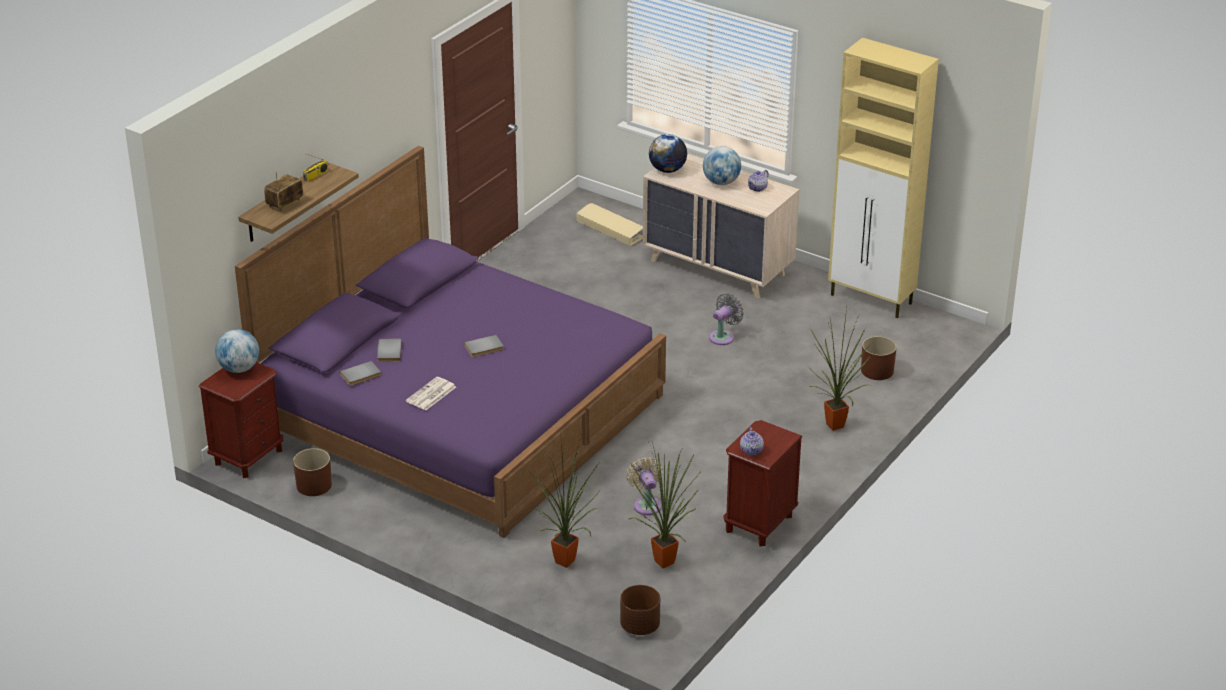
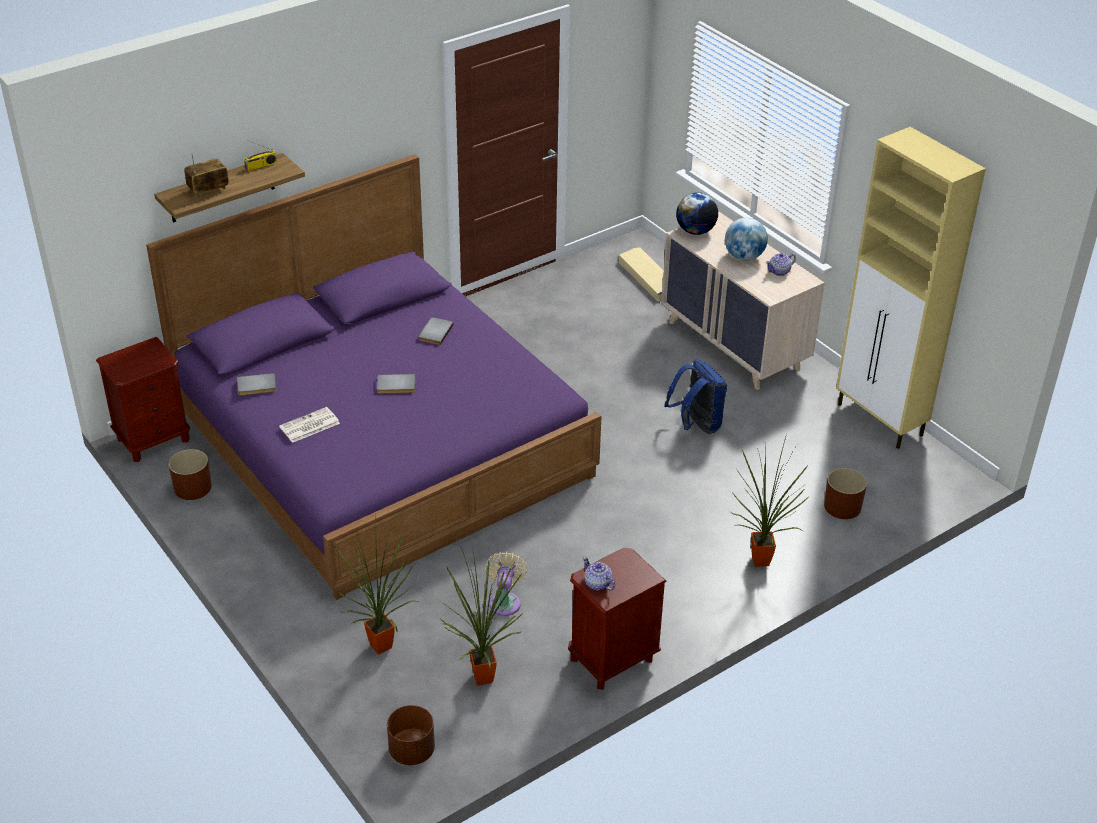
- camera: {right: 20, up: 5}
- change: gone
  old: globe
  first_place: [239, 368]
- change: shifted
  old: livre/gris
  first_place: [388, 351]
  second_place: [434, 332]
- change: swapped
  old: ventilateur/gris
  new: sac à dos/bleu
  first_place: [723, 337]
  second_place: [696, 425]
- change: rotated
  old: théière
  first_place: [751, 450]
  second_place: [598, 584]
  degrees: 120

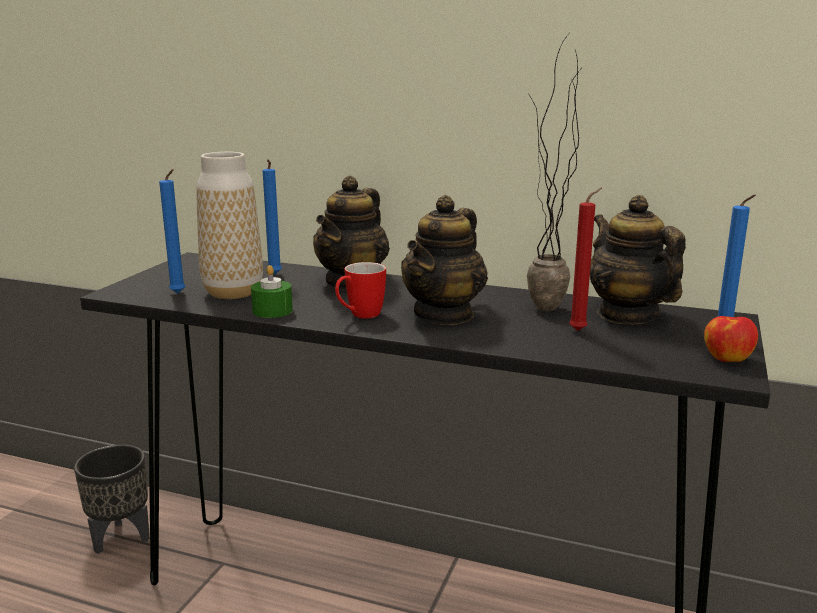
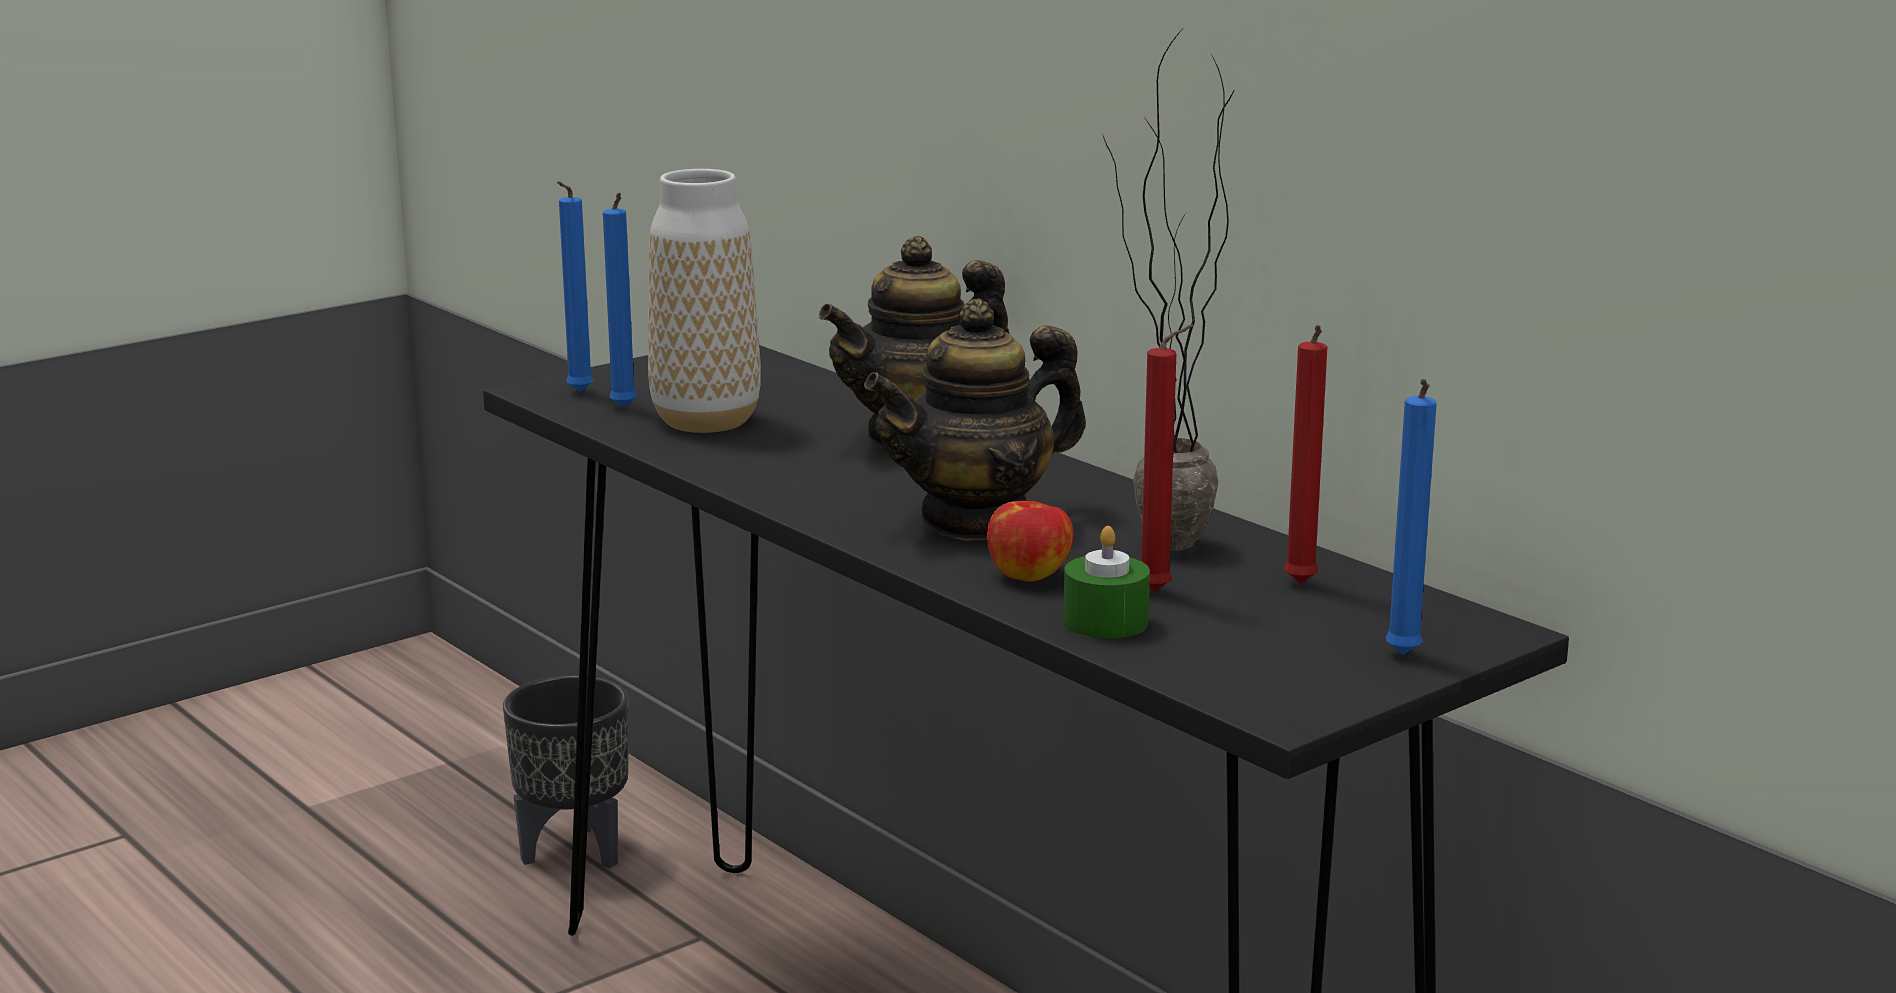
- camera: {right: 30, up: 0}
- change: gone
  old: mug
  first_place: [359, 316]
- change: shifted
  old: bougie/vert
  first_place: [272, 311]
  second_place: [1105, 621]
- change: shifted
  old: bougie/bleu
  first_place: [274, 275]
  second_place: [577, 393]
- change: shifted
  old: pomme
  first_place: [727, 358]
  second_place: [1029, 576]
- change: swapped
  old: théière
  new: bougie/rouge
  first_place: [627, 315]
  second_place: [1300, 585]

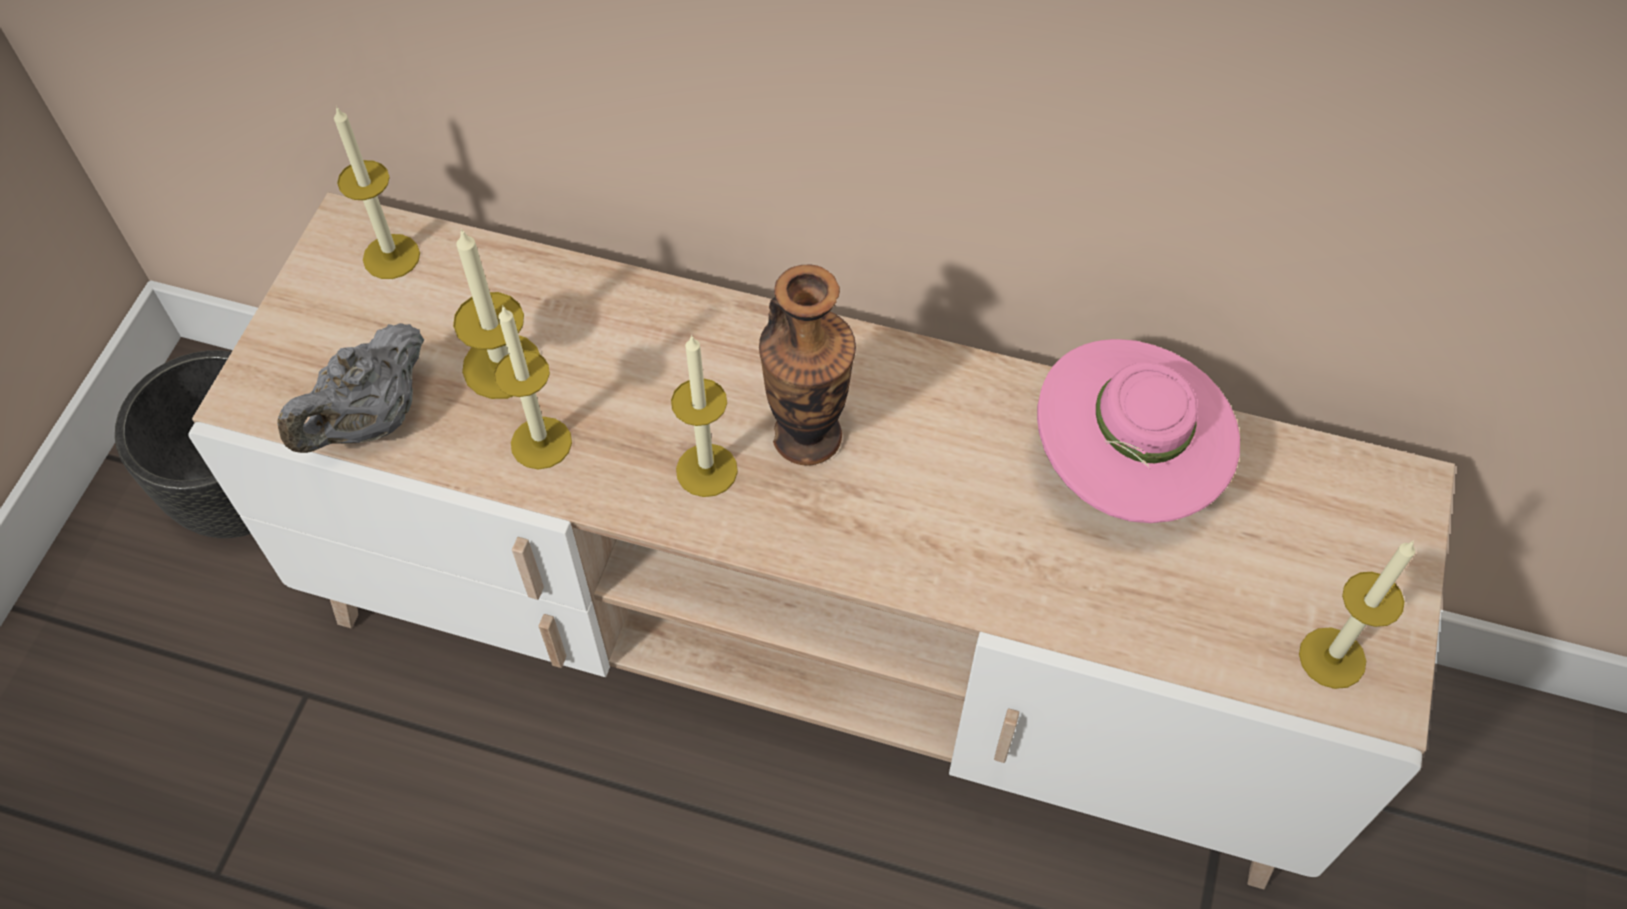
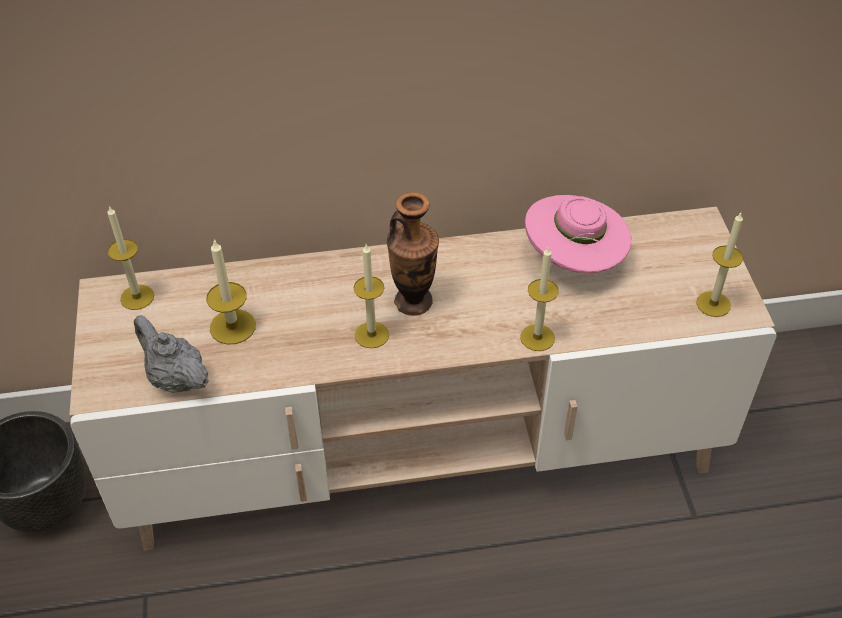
- camera: {right: -25, up: -10}
- change: shifted
  old: bougie
  first_place: [541, 443]
  second_place: [537, 337]
- change: rotated
  old: théière/gris
  first_place: [370, 421]
  second_place: [175, 378]
  degrees: 120

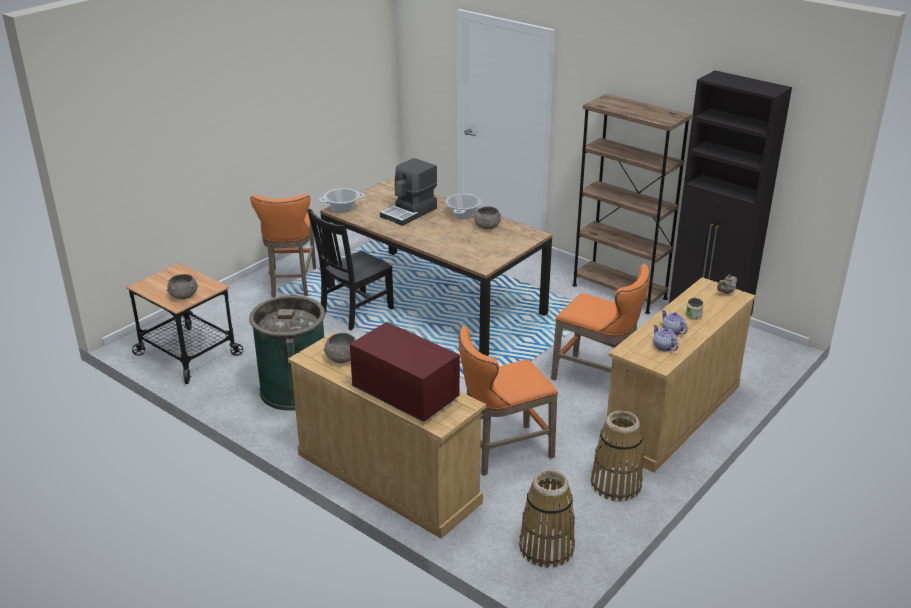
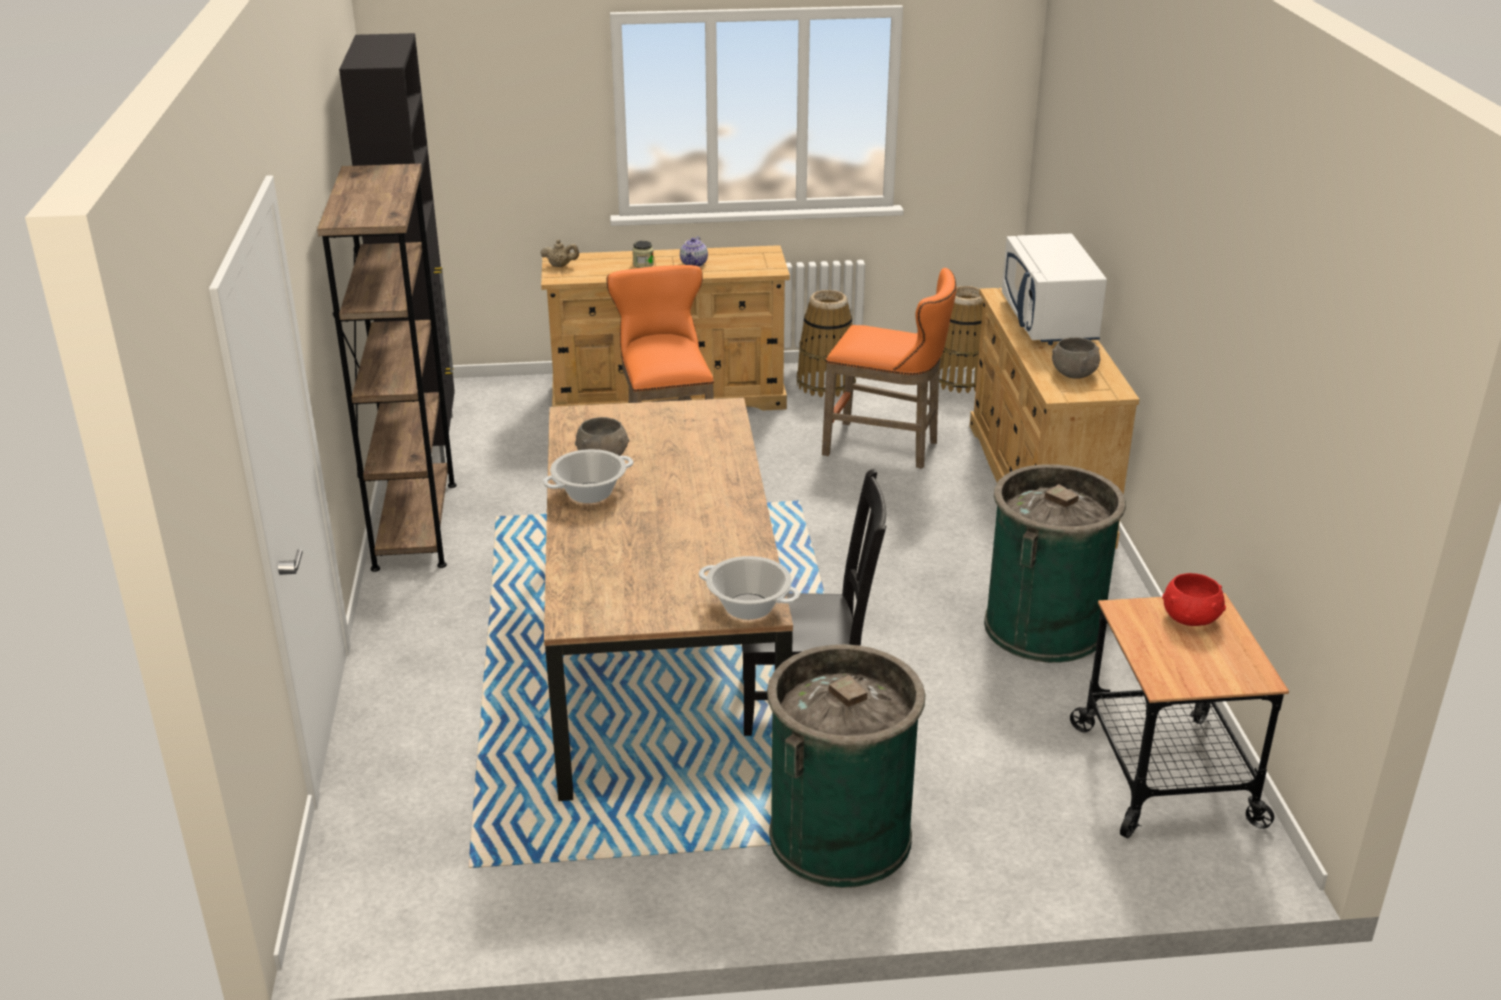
- camera: {right: -135, up: 0}
- change: gone
  old: machine à café
  first_place: [410, 212]
- change: gone
  old: théière
  first_place: [663, 347]
- change: swapped
  old: tabouret/orange
  new: poubelle/vert
  first_place: [291, 284]
  second_place: [840, 835]
- change: repainted
  old: bol/gris
  new: bol/rouge
  first_place: [183, 296]
  second_place: [1191, 618]
- change: repainted
  old: micro-ondes/rouge
  new: micro-ondes/blanc
  first_place: [404, 395]
  second_place: [1049, 321]

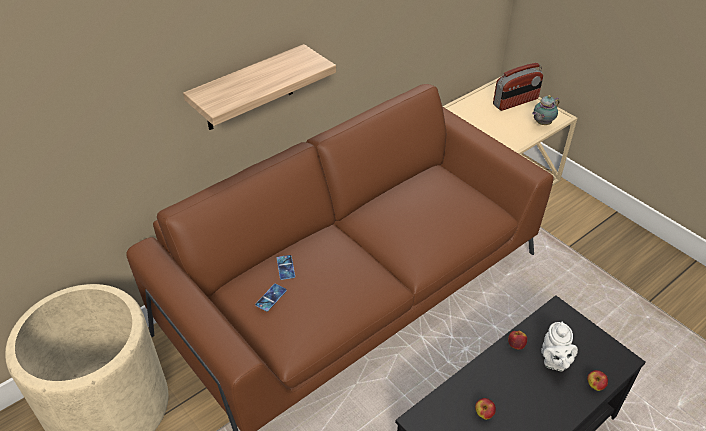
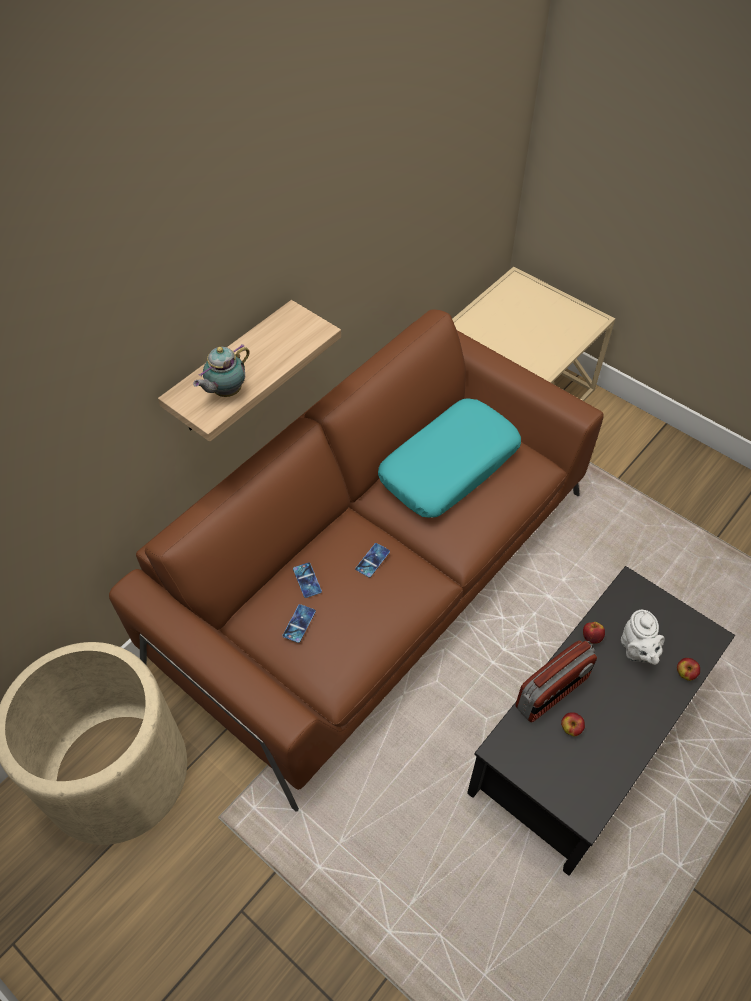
- camera: {right: -10, up: 10}
- change: new
  new: téléphone
  second_place: [372, 560]
- change: new
  new: coussin/turquoise
  second_place: [449, 466]
- change: shifted
  old: radio
  first_place: [515, 102]
  second_place: [552, 693]
- change: shifted
  old: théière
  first_place: [542, 123]
  second_place: [225, 392]

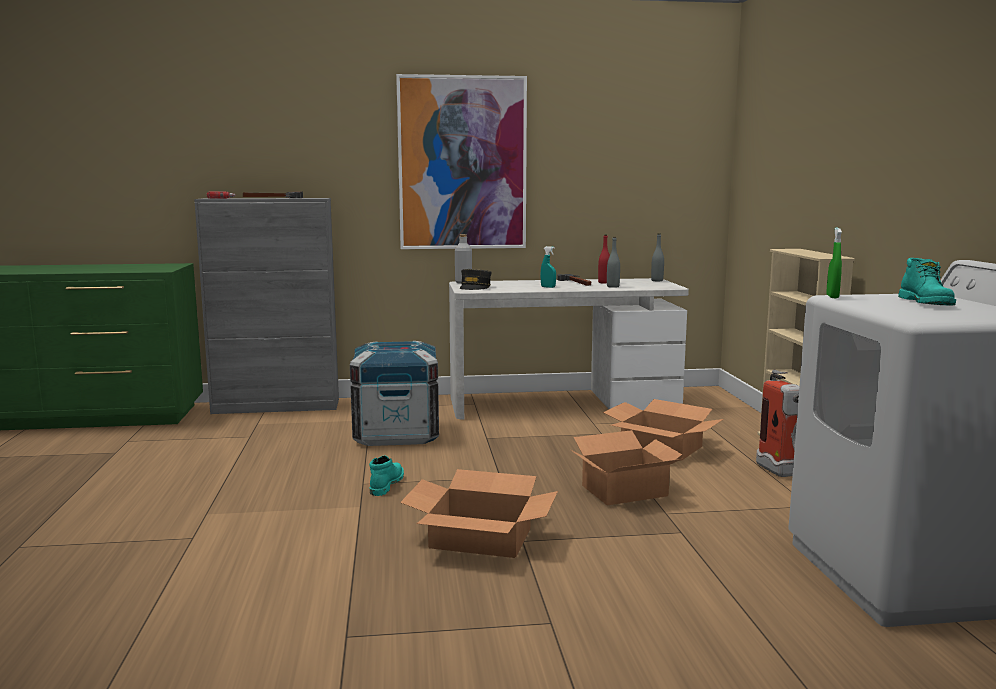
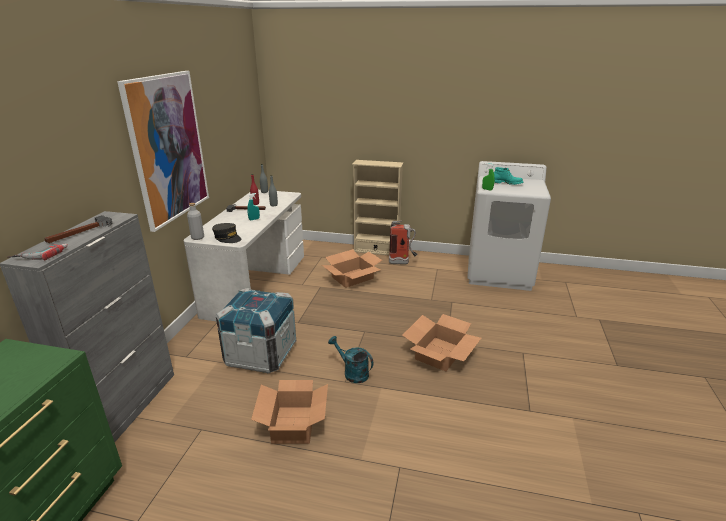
- camera: {right: -70, up: 15}
- change: shifted
  old: carton
  first_place: [625, 491]
  second_place: [294, 424]
- change: swapped
  old: botte/turquoise
  new: arrosoir/turquoise
  first_place: [385, 484]
  second_place: [352, 373]

